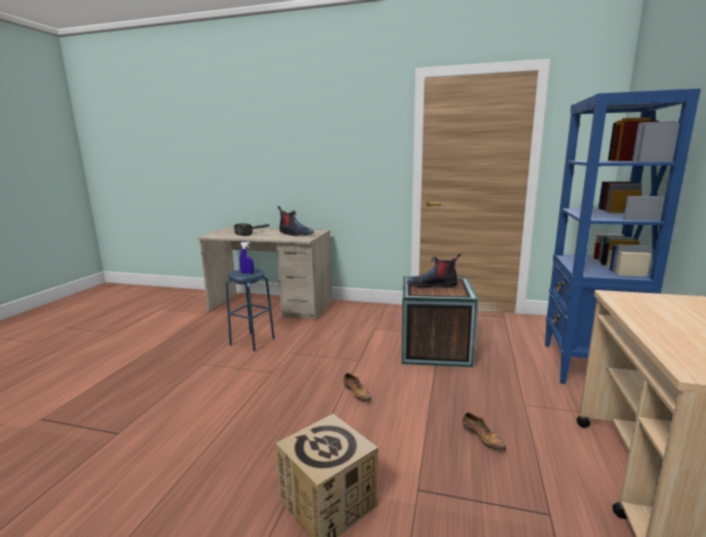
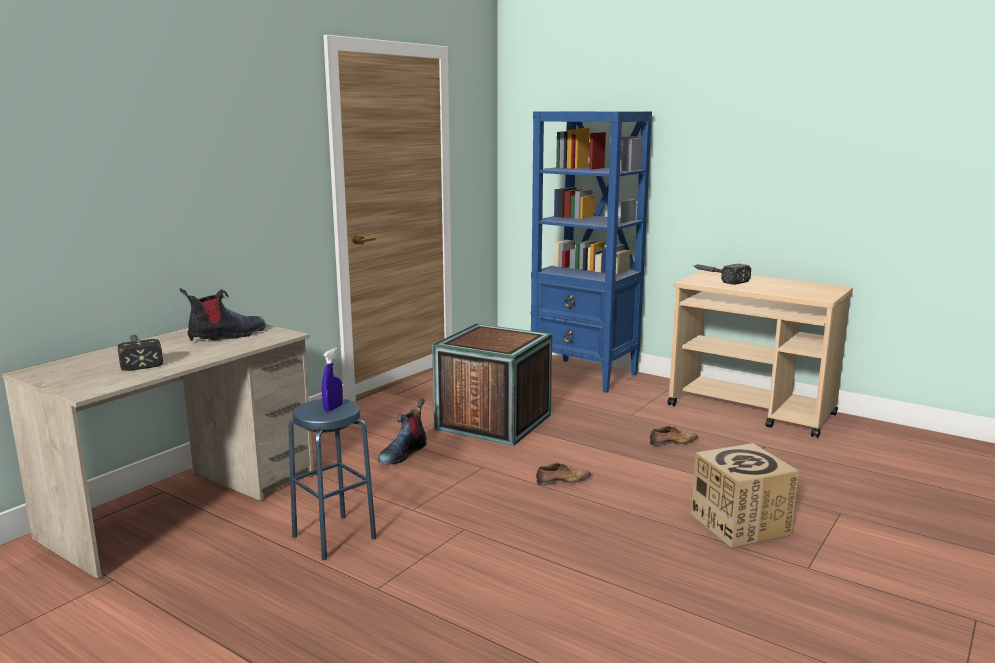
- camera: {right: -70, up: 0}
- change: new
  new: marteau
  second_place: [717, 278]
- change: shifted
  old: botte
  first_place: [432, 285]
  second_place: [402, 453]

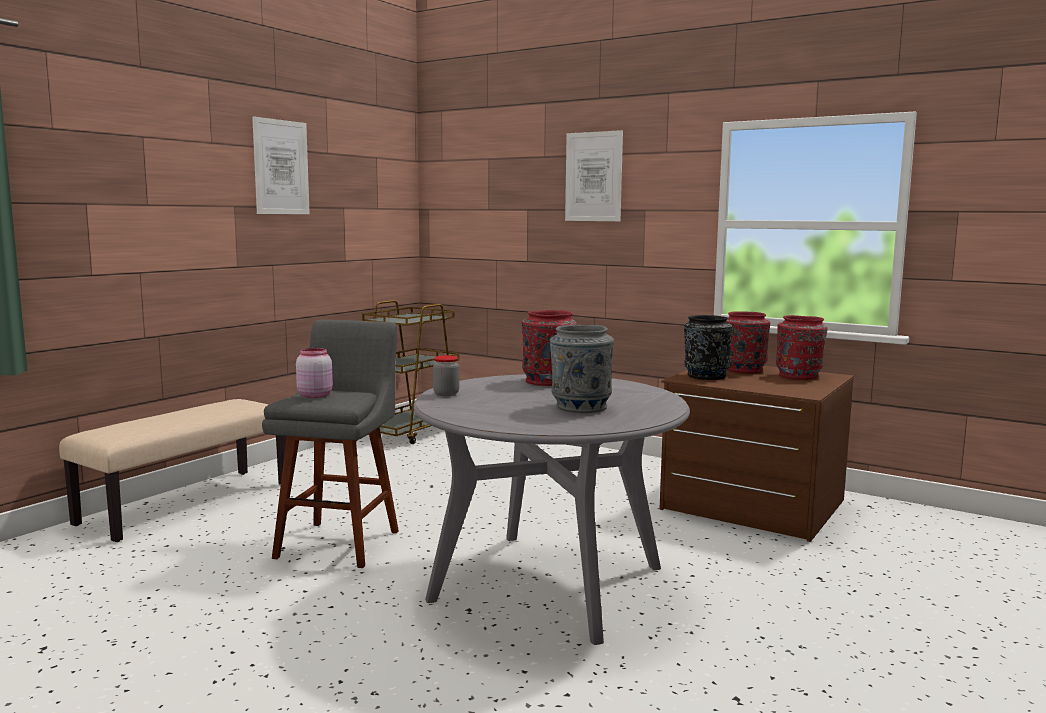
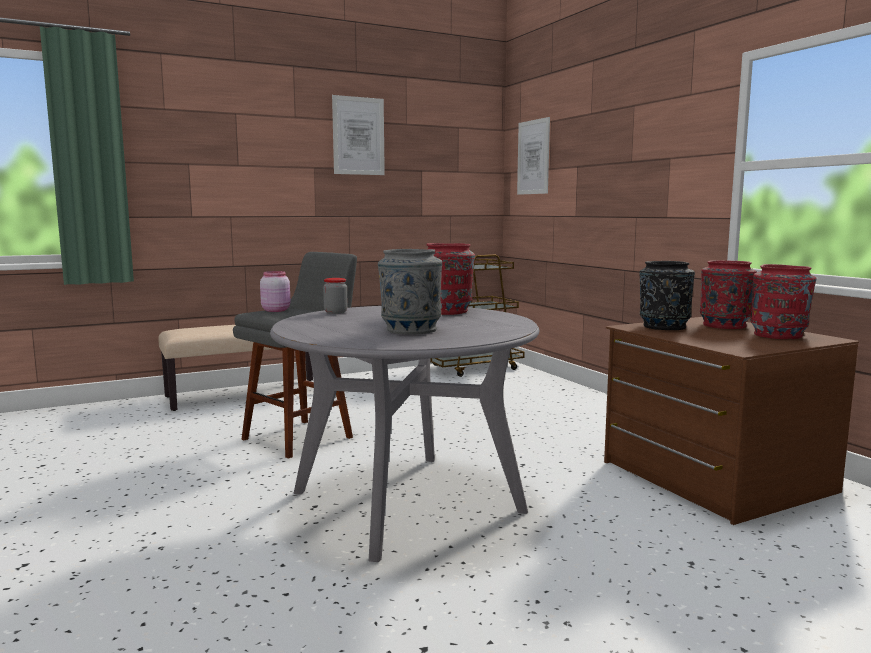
- camera: {right: 30, up: 0}
- change: shifted
  old: tableau
  first_place: [593, 176]
  second_place: [533, 157]

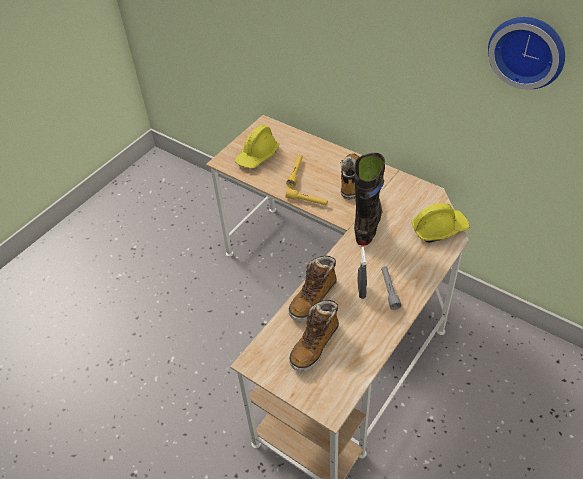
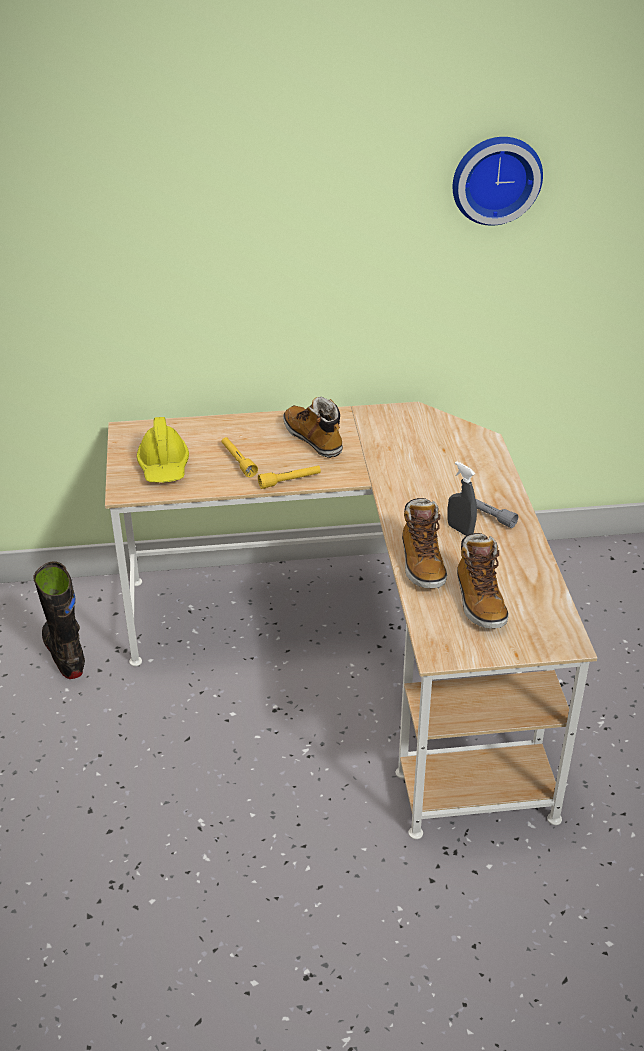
- camera: {right: -45, up: -10}
- change: gone
  old: casque de chantier/jaune
  first_place: [439, 228]
- change: shifted
  old: botte/noir
  first_place: [368, 224]
  second_place: [65, 655]

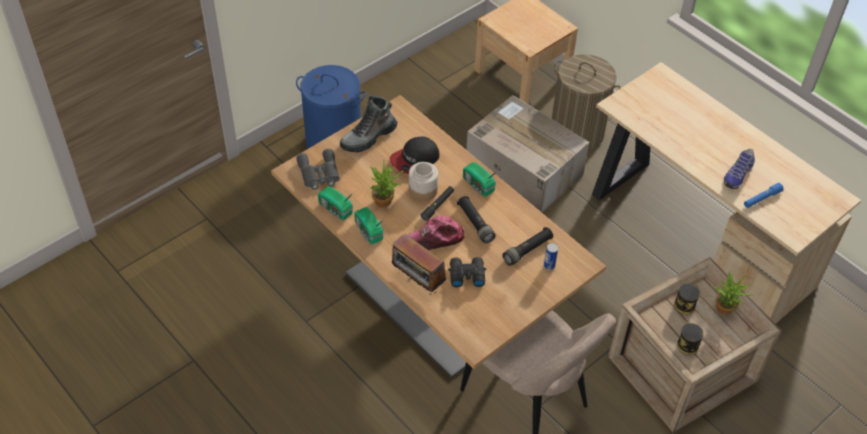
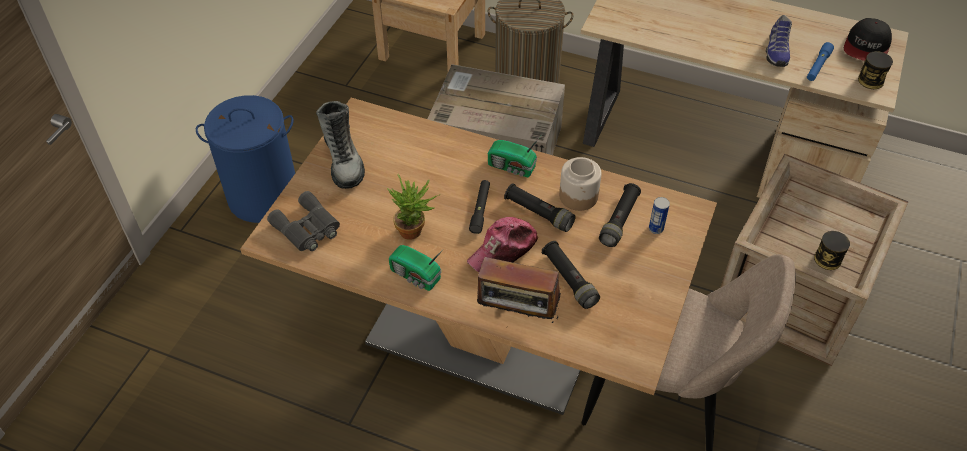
- camera: {right: -25, up: 0}
- change: gone
  old: radio
  first_place: [335, 209]
- change: gone
  old: plante en pot
  first_place: [725, 311]
- change: shifted
  old: casquette
  first_place: [415, 159]
  second_place: [866, 47]
- change: shifted
  old: bocal
  first_place: [423, 190]
  second_place: [579, 196]
- change: shifted
  old: boîte métallique
  first_place: [684, 305]
  second_place: [870, 80]
- change: swapped
  old: jumelles/noir
  new: lampe de poche/noir
  first_place: [466, 275]
  second_place: [569, 280]
- change: rotated
  old: botte
  first_place: [368, 137]
  second_place: [343, 161]
  degrees: -45

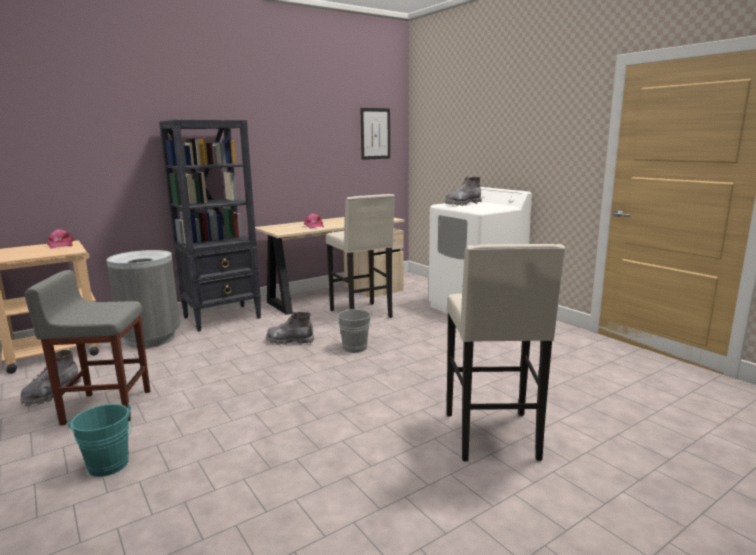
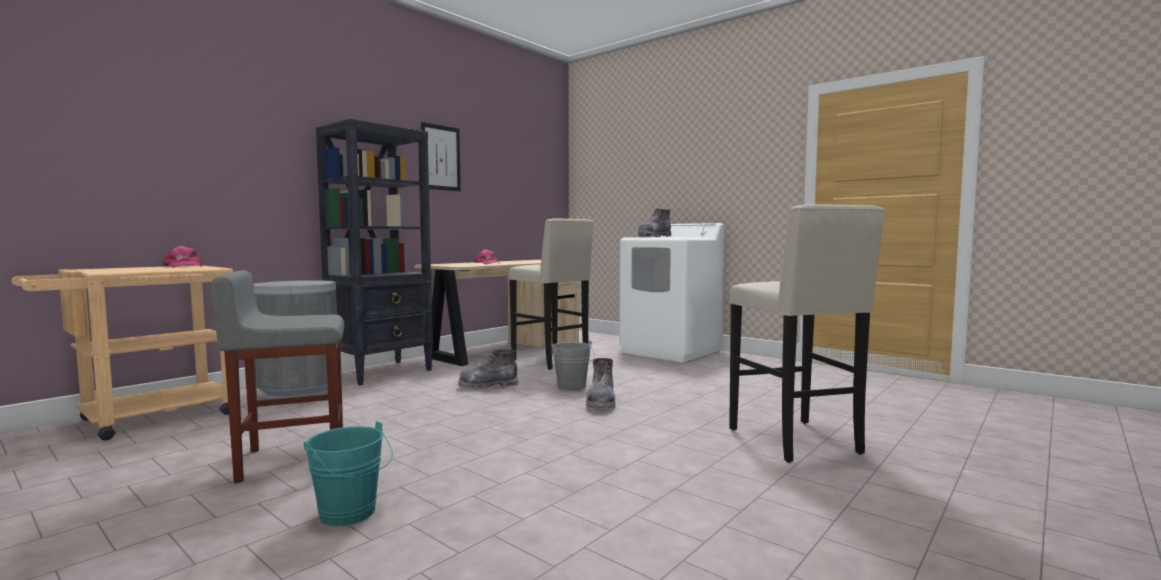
- camera: {right: -15, up: -10}
- change: shifted
  old: botte/gris
  first_place: [52, 393]
  second_place: [601, 403]
- change: shifted
  old: tableau
  first_place: [375, 133]
  second_place: [441, 157]

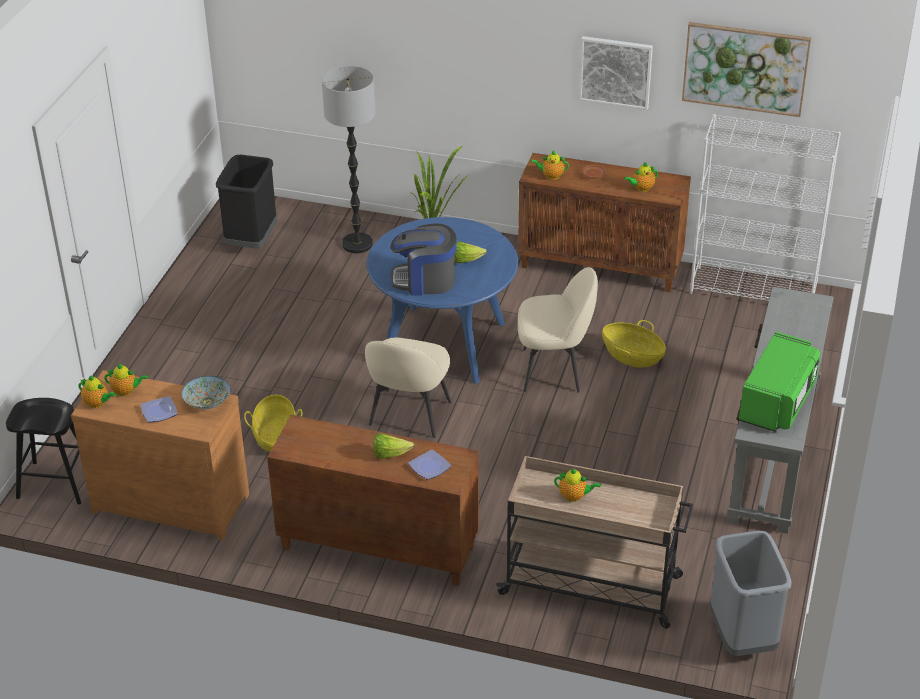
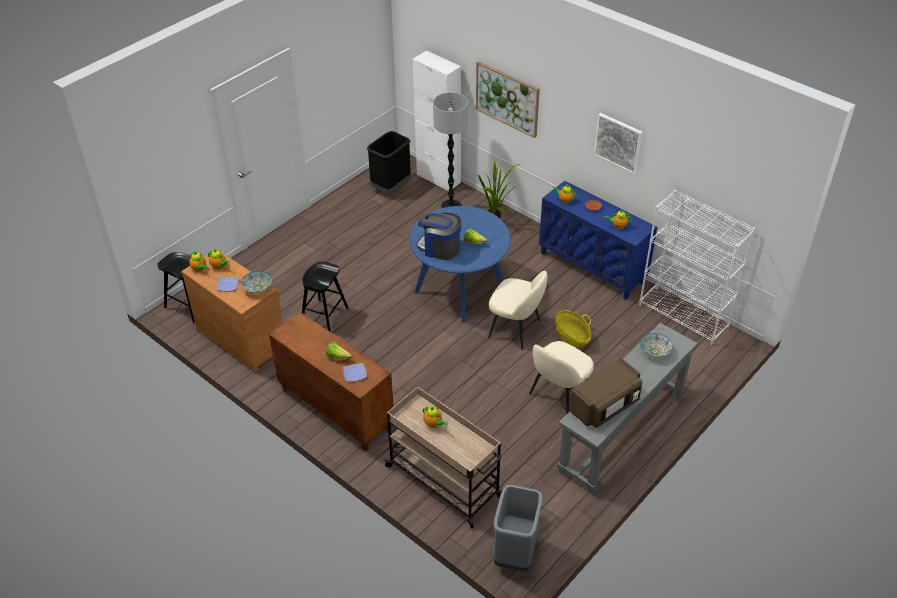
- camera: {right: 25, up: 5}
- change: new
  new: meuble de rangement/blanc
  second_place: [438, 178]
- change: new
  new: bol
  second_place: [654, 351]
- change: shifted
  old: chaise/beige
  first_place: [409, 415]
  second_place: [558, 395]
- change: shifted
  old: tableau
  first_place: [745, 68]
  second_place: [507, 98]
- change: swapped
  old: panier
  new: tabouret/noir
  first_place: [275, 436]
  second_place: [324, 317]
- change: repainted
  old: meuble de rangement/marron
  new: meuble de rangement/bleu
  first_place: [601, 266]
  second_place: [593, 268]
- change: repainted
  old: micro-ondes/vert
  new: micro-ondes/marron
  first_place: [777, 402]
  second_place: [605, 406]

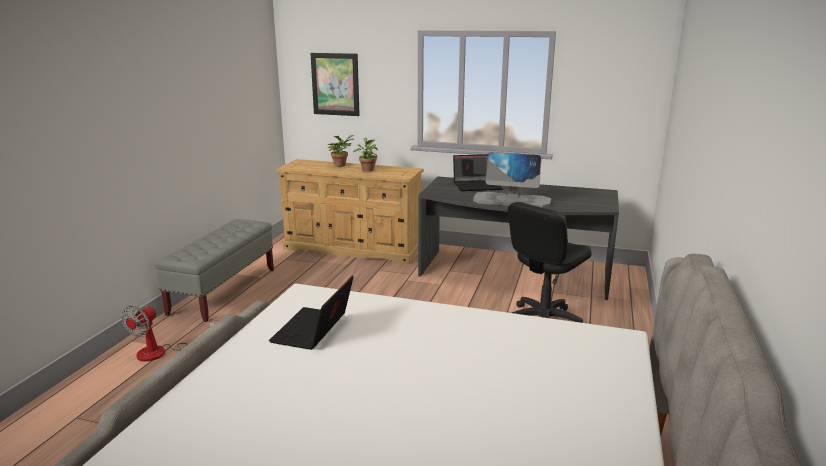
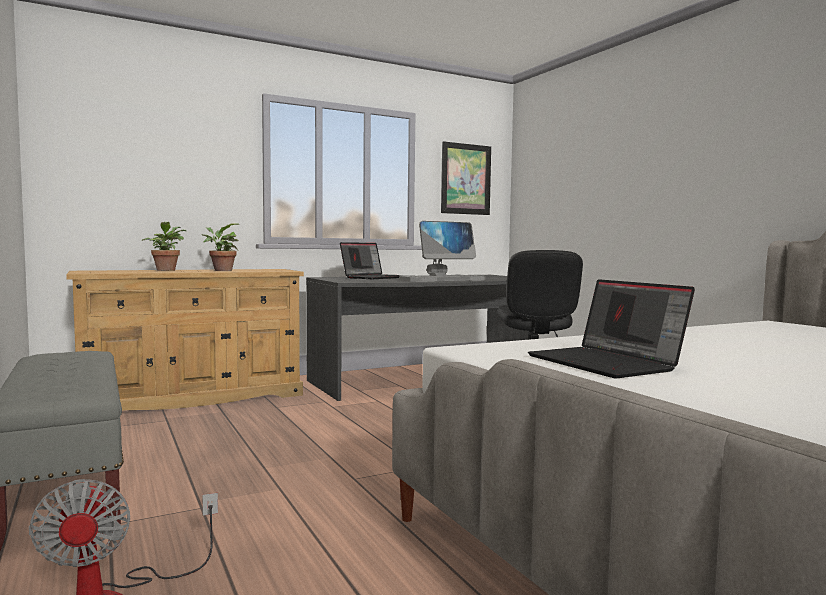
- camera: {right: -45, up: -15}
- change: shifted
  old: tableau
  first_place: [335, 84]
  second_place: [465, 179]

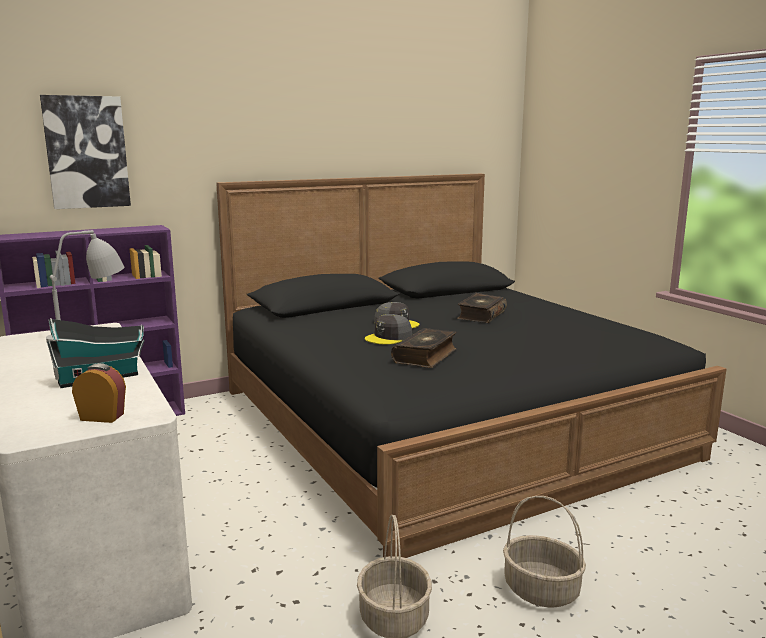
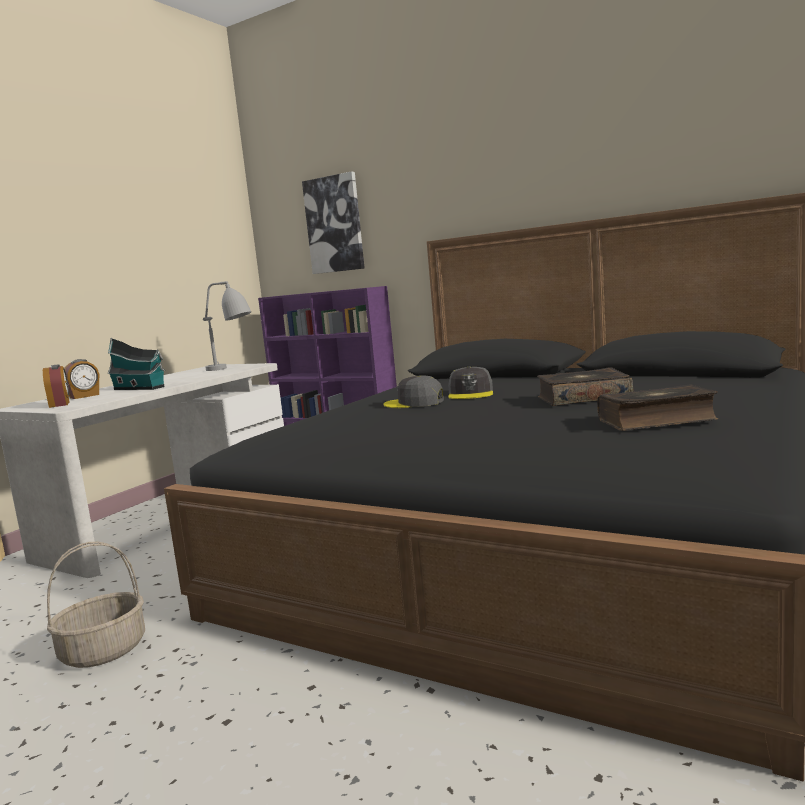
- camera: {right: 60, up: -5}
- change: gone
  old: panier
  first_place: [540, 590]
- change: new
  new: réveil
  second_place: [84, 396]
- change: shifted
  old: livre
  first_place: [426, 356]
  second_place: [656, 421]

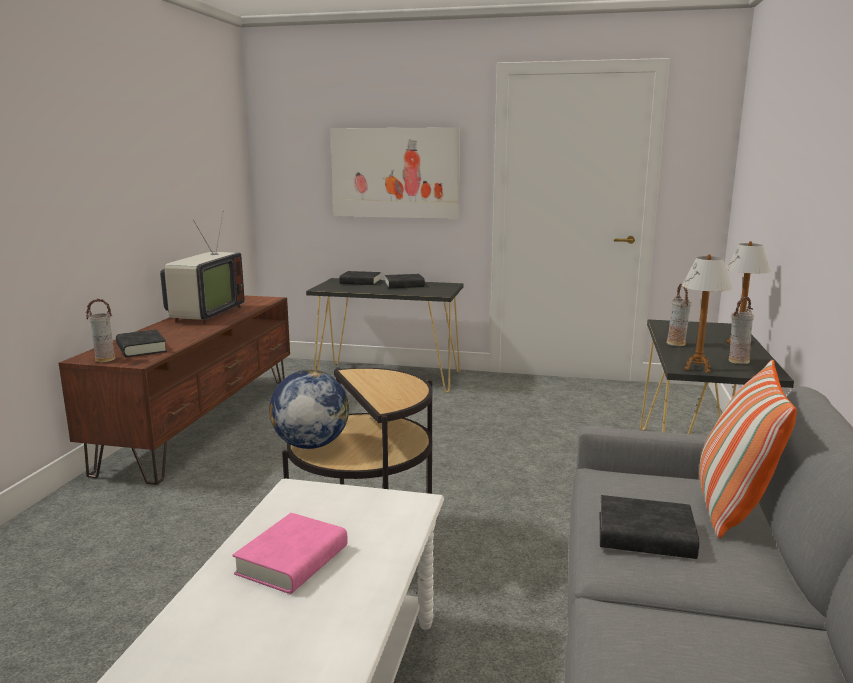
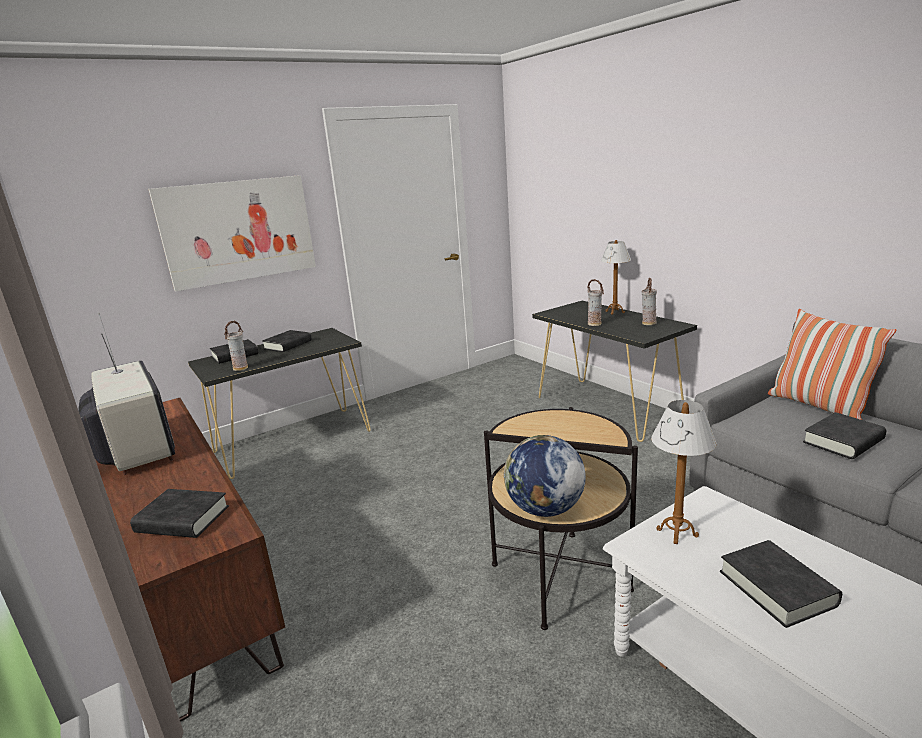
- camera: {right: -45, up: 5}
- change: shifted
  old: vase
  first_place: [105, 360]
  second_place: [241, 368]
- change: shifted
  old: lampe de table
  first_place: [697, 368]
  second_place: [677, 533]
- change: repainted
  old: livre/rose
  new: livre/noir
  first_place: [292, 560]
  second_place: [776, 588]

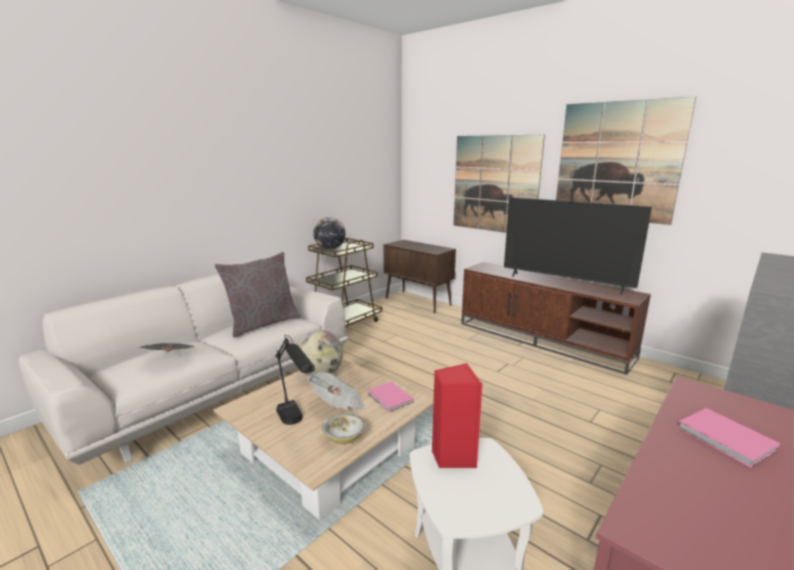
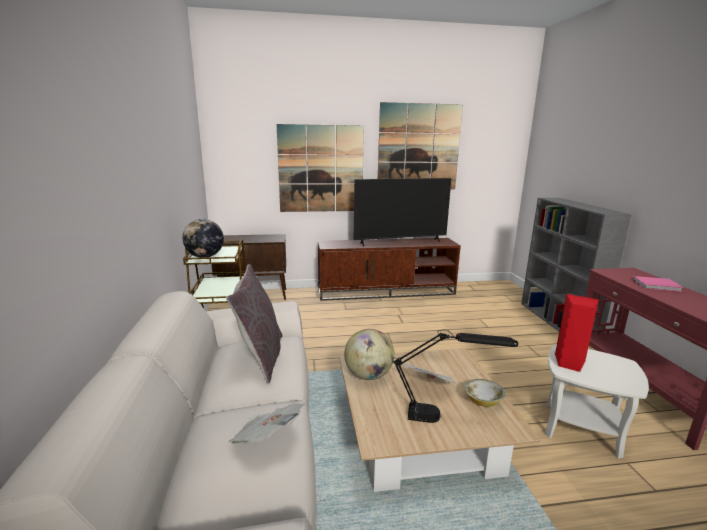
- camera: {right: -50, up: 0}
- change: gone
  old: livre/rose
  first_place: [390, 399]

